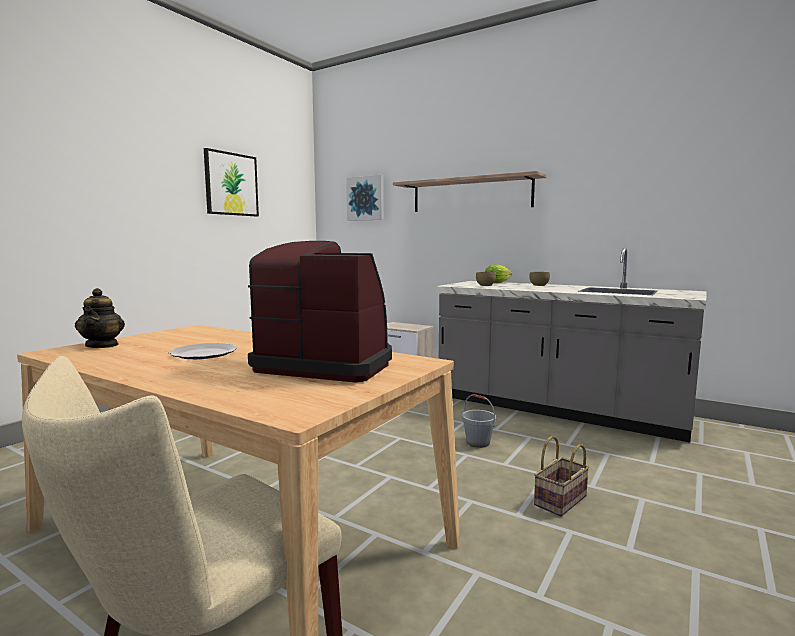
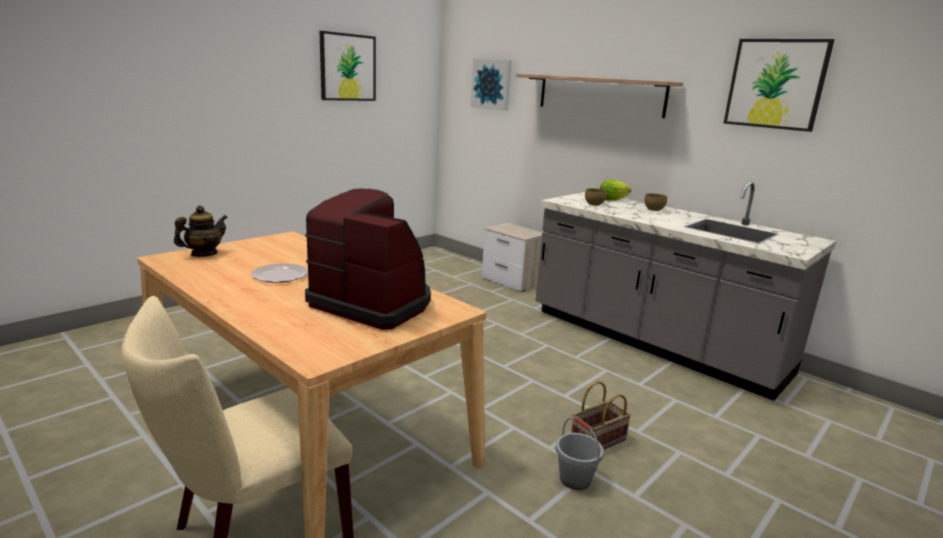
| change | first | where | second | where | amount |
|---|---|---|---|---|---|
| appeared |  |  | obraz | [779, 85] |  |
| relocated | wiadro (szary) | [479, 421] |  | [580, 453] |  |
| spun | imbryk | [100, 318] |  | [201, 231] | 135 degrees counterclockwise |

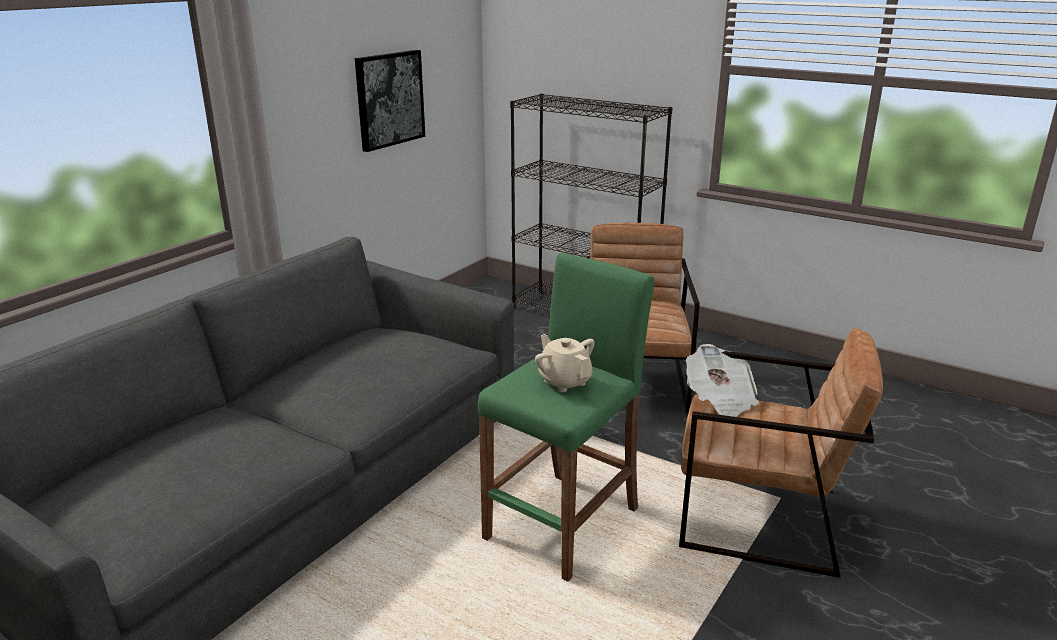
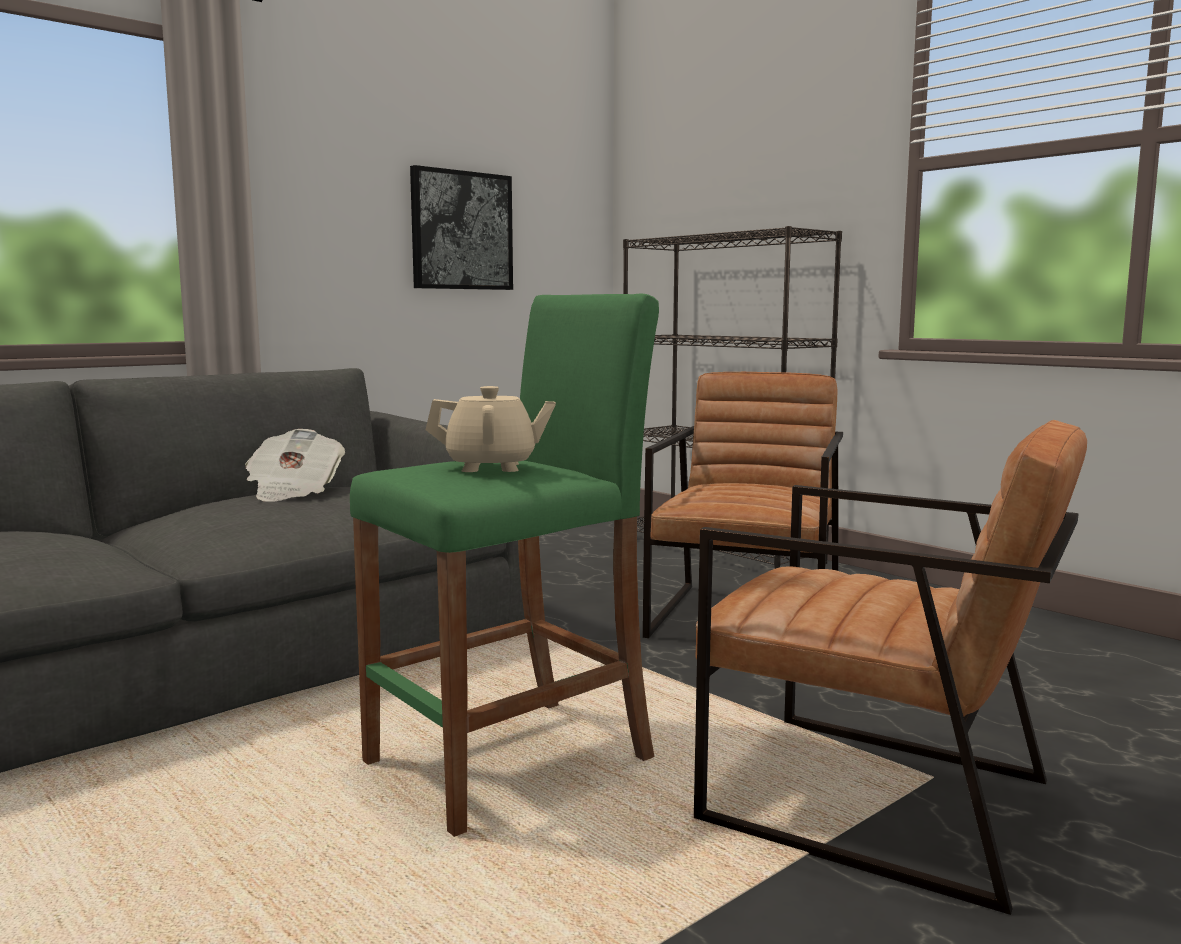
| change | first | where | second | where | amount |
|---|---|---|---|---|---|
| relocated | gazeta | [722, 380] |  | [295, 465] |  |
| spun | imbryk (beżowy) | [565, 363] |  | [490, 429] | 105 degrees clockwise |

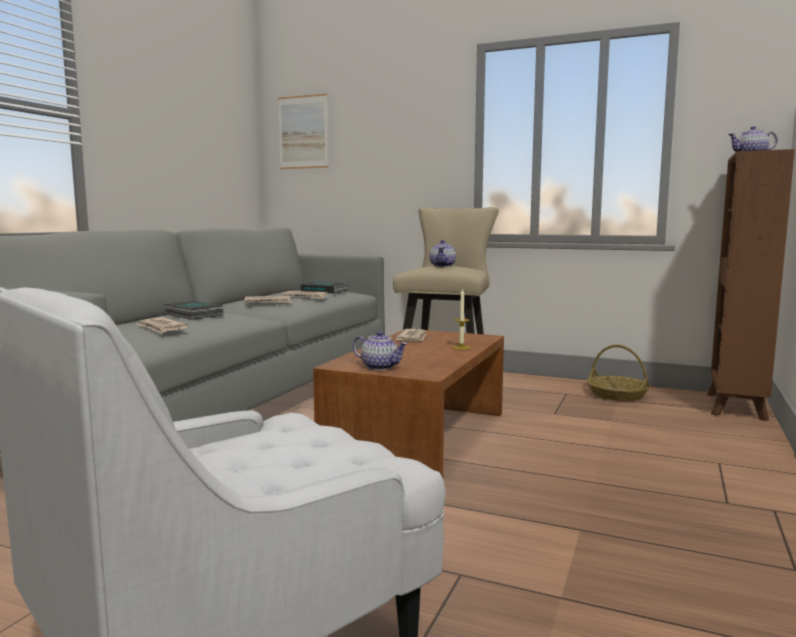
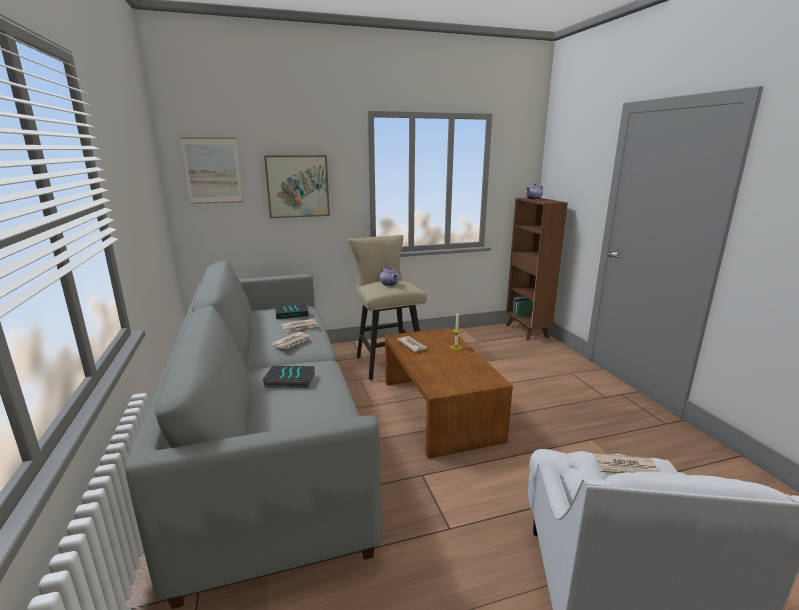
| change | first | where | second | where | amount |
|---|---|---|---|---|---|
| missing | imbryk | [380, 350] |  |  |  |
| missing | koszyk | [618, 373] |  |  |  |
| appeared |  |  | obraz | [297, 186] |  |
| relocated | gazeta | [162, 325] |  | [626, 464] |  |

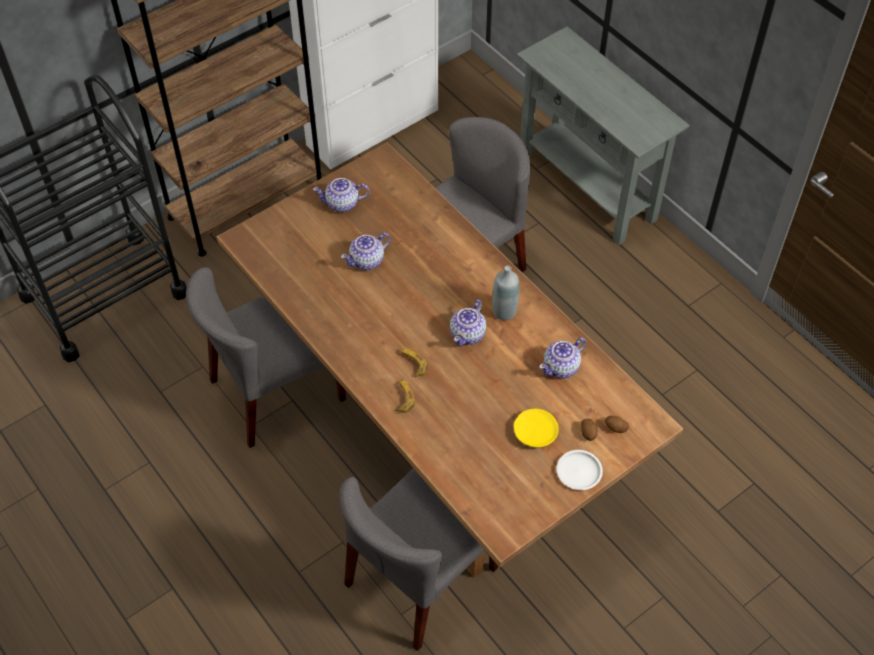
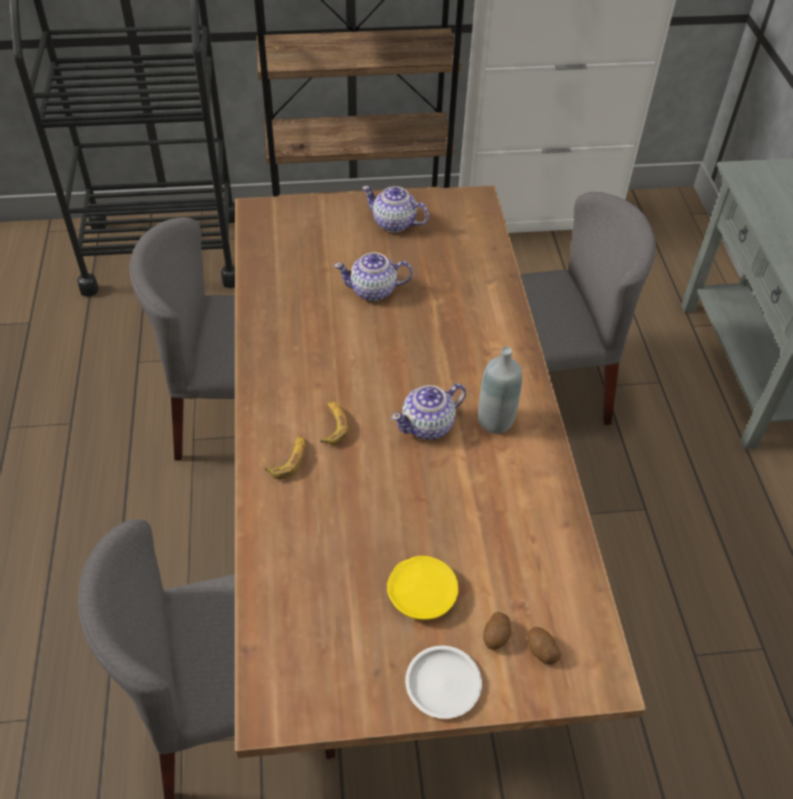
| change | first | where | second | where | amount |
|---|---|---|---|---|---|
| missing | imbryk | [562, 358] |  |  |  |

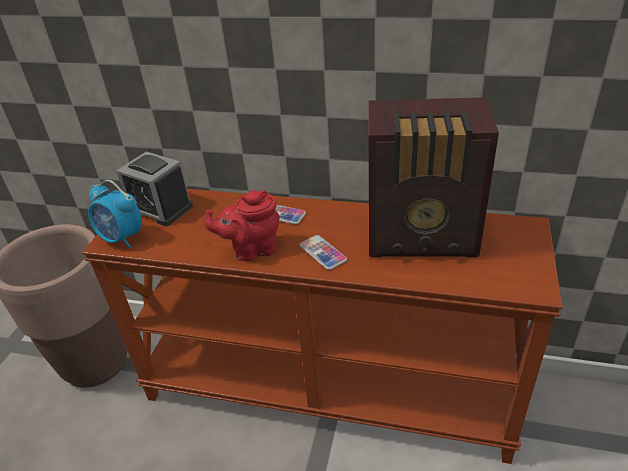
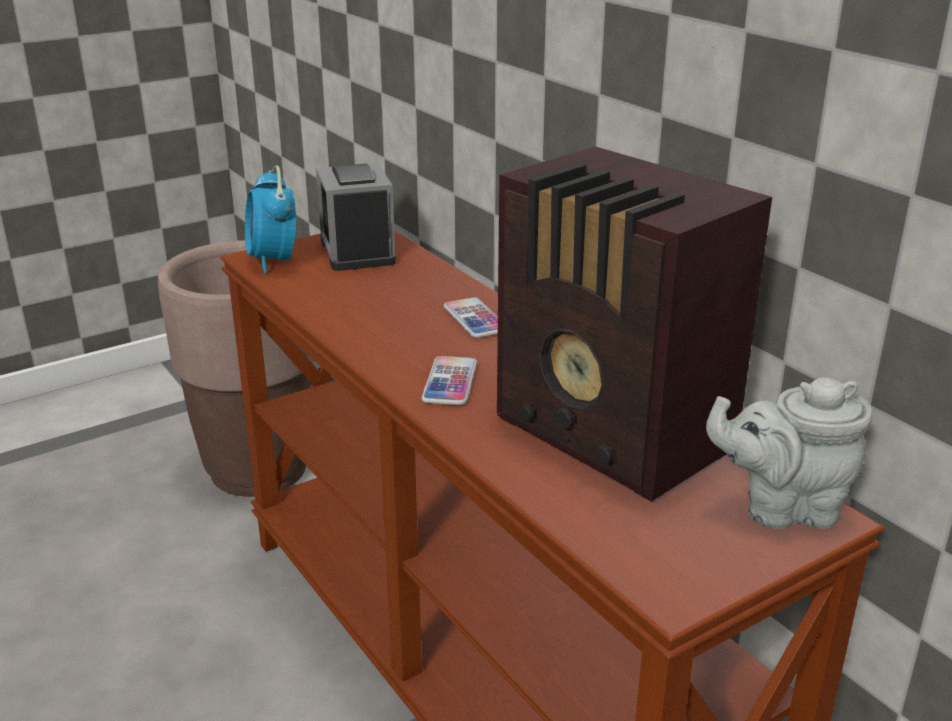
| change | first | where | second | where | amount |
|---|---|---|---|---|---|
| missing | imbryk (czerwony) | [242, 225] |  |  |  |
| appeared |  |  | imbryk (szary) | [789, 453] |  |

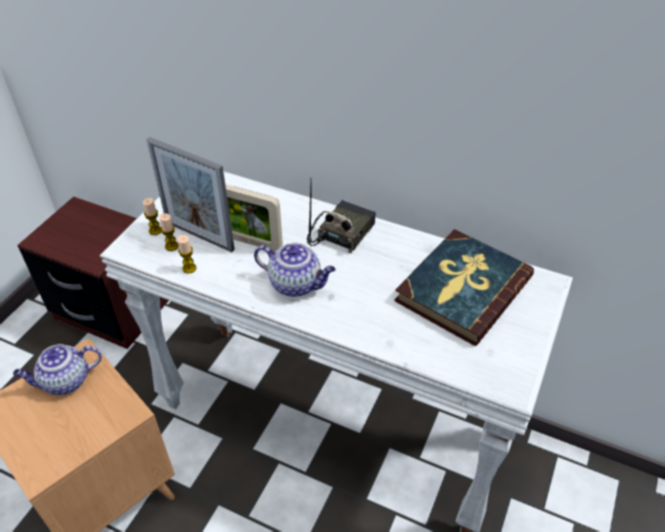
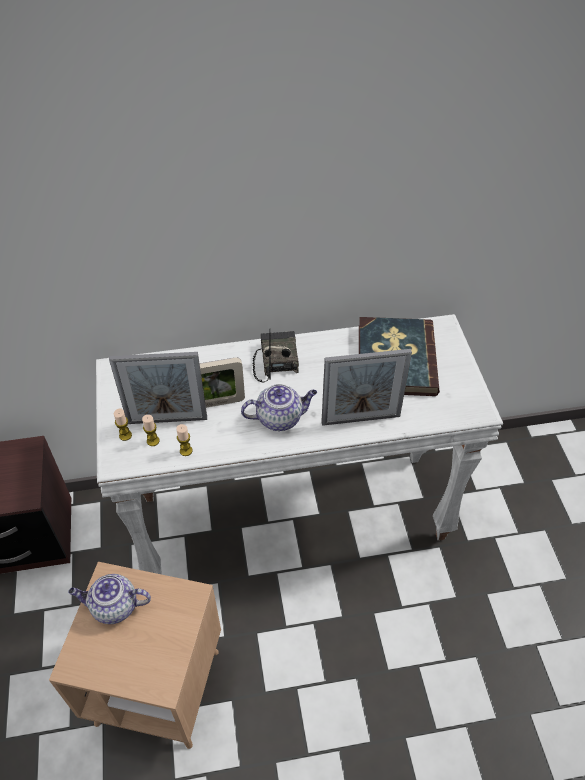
| change | first | where | second | where | amount |
|---|---|---|---|---|---|
| appeared |  |  | ramka na zdjęcie | [366, 387] |  |
| spun | imbryk | [57, 369] |  | [109, 599] | 60 degrees clockwise |

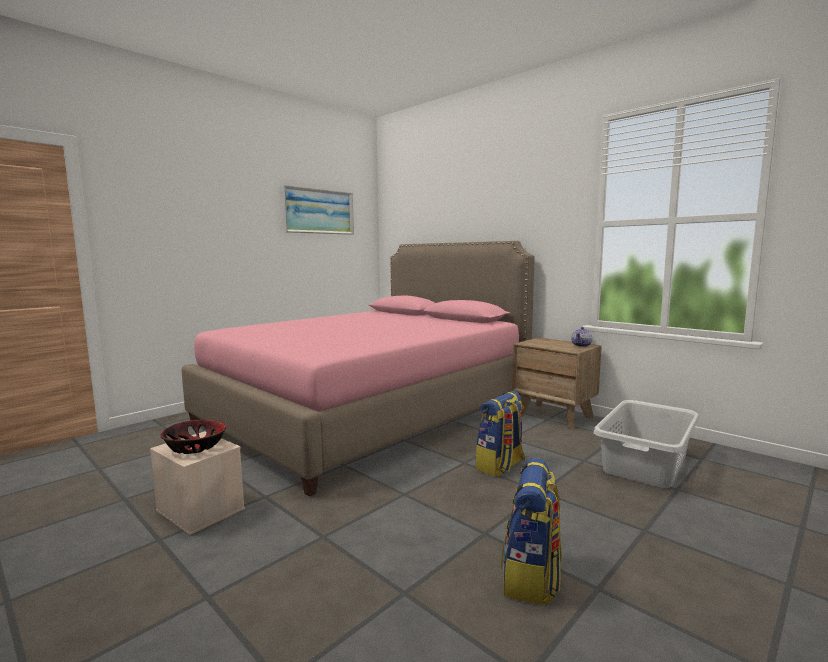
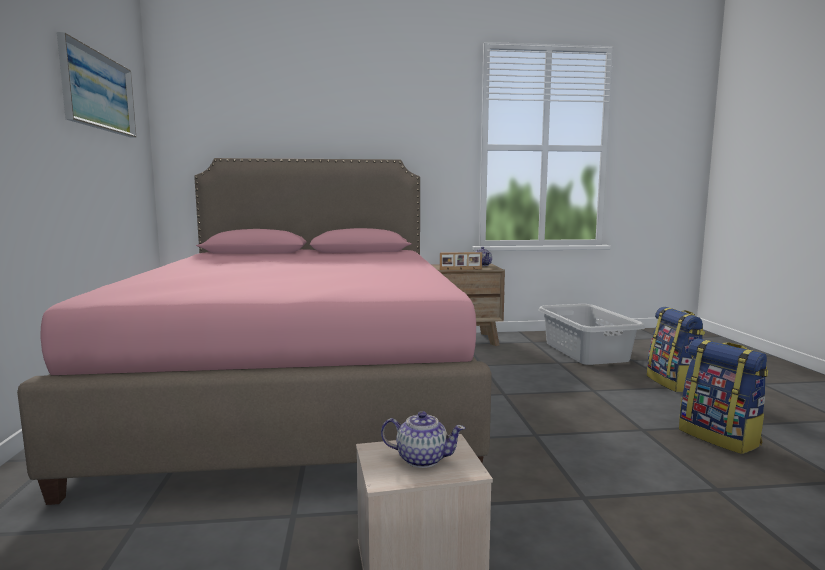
| change | first | where | second | where | amount |
|---|---|---|---|---|---|
| appeared |  |  | ramka na zdjęcie | [461, 261] |  |
| relocated | plecak | [500, 434] |  | [676, 349] |  |
| exchanged | miska | [193, 437] | imbryk | [423, 439] |  |

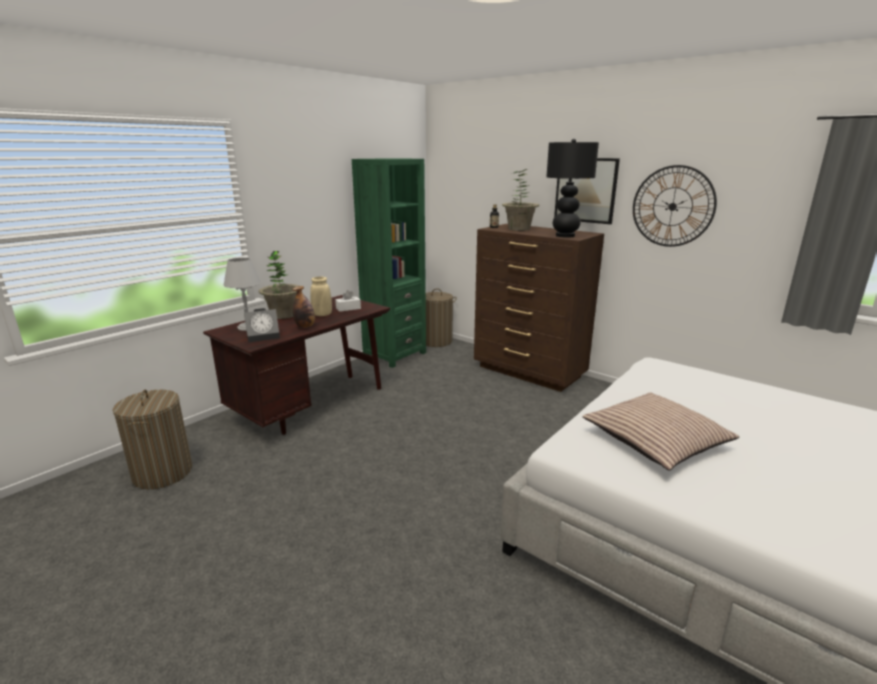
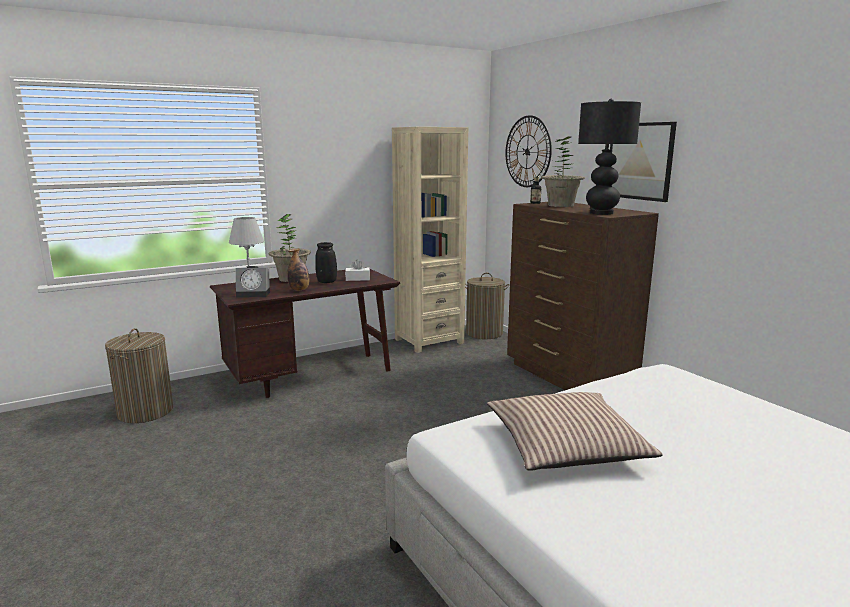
| change | first | where | second | where | amount |
|---|---|---|---|---|---|
| relocated | zegar ścienny | [675, 206] |  | [528, 151] |  |
| colour | wazon (beżowy) | [321, 296] | wazon (czarny) | [326, 262] |  |
| colour | regał (zielony) | [389, 263] | regał (beżowy) | [430, 240] |  |

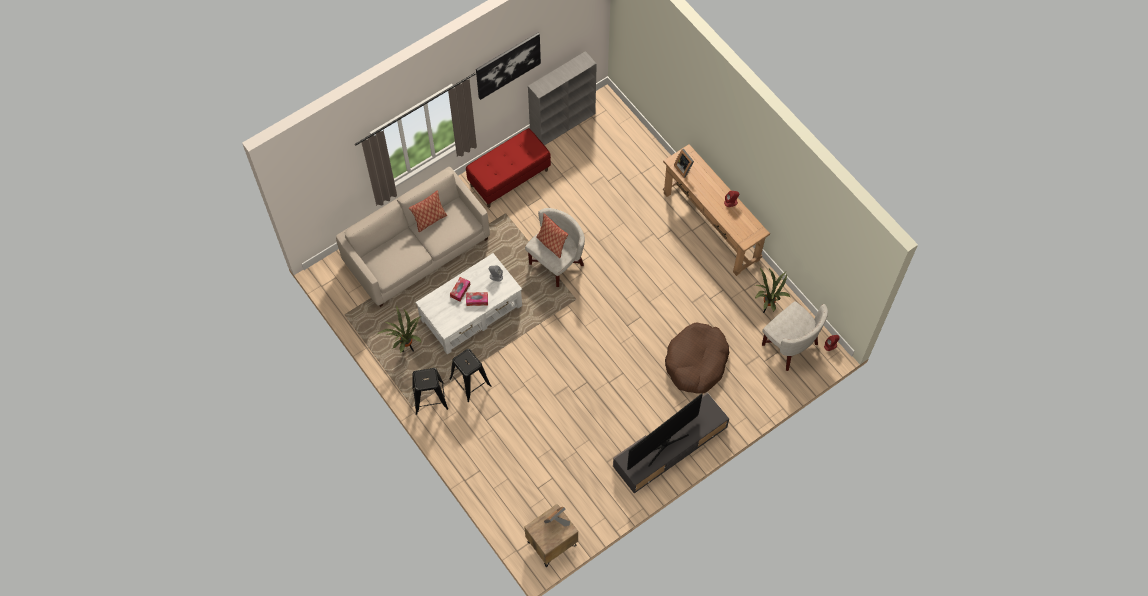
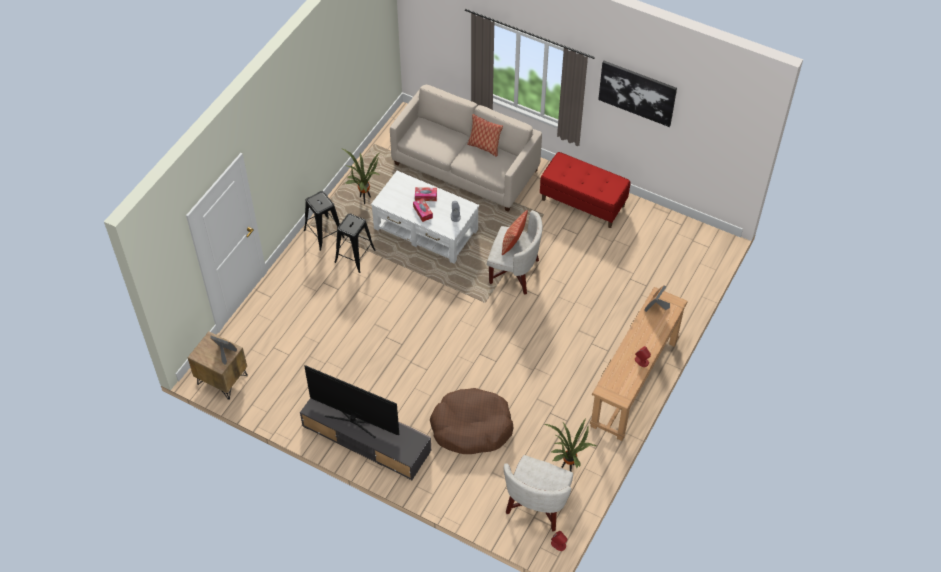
| change | first | where | second | where | amount |
|---|---|---|---|---|---|
| missing | regał (szary) | [562, 98] |  |  |  |

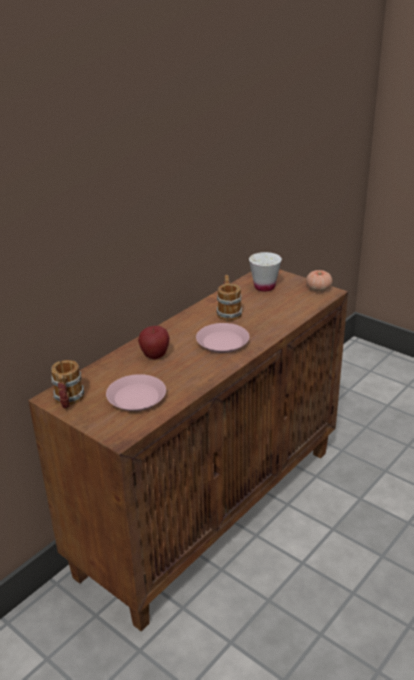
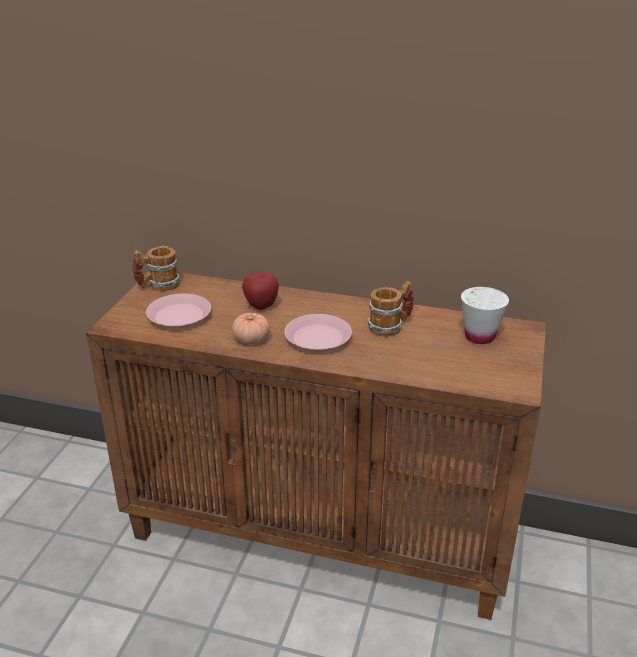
| change | first | where | second | where | amount |
|---|---|---|---|---|---|
| relocated | pomidor | [319, 280] |  | [251, 328] |  |

